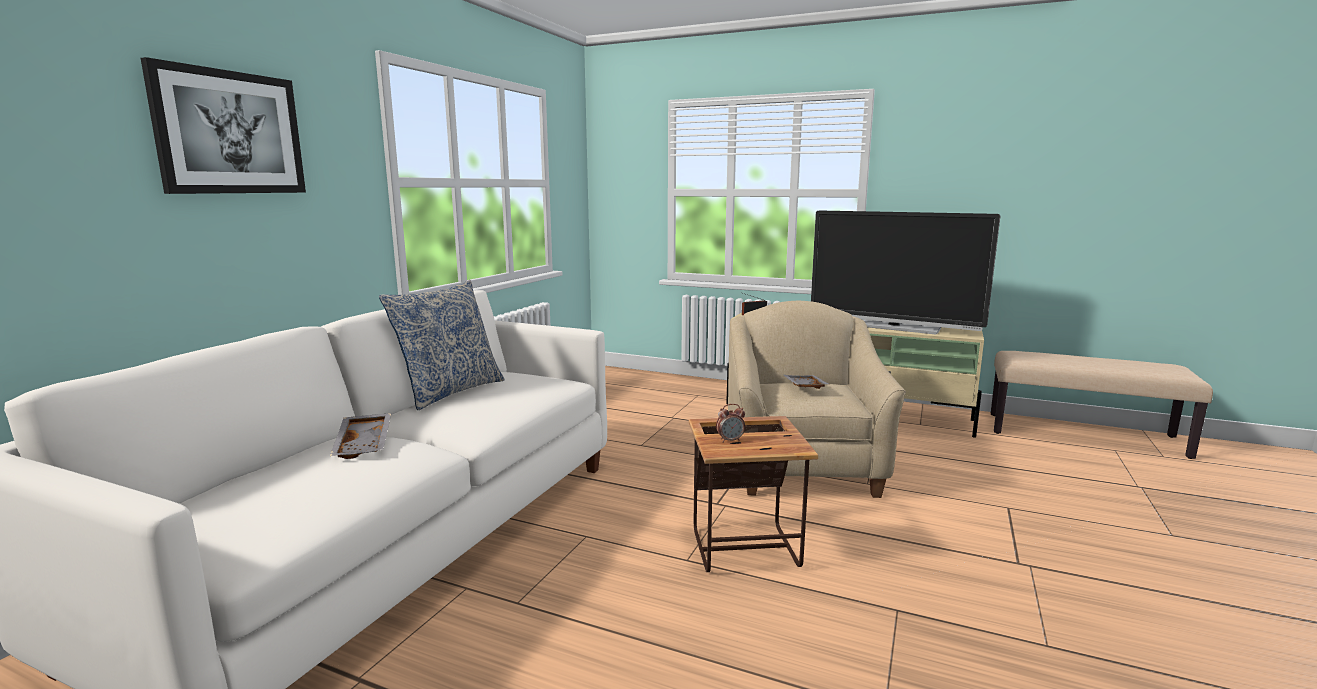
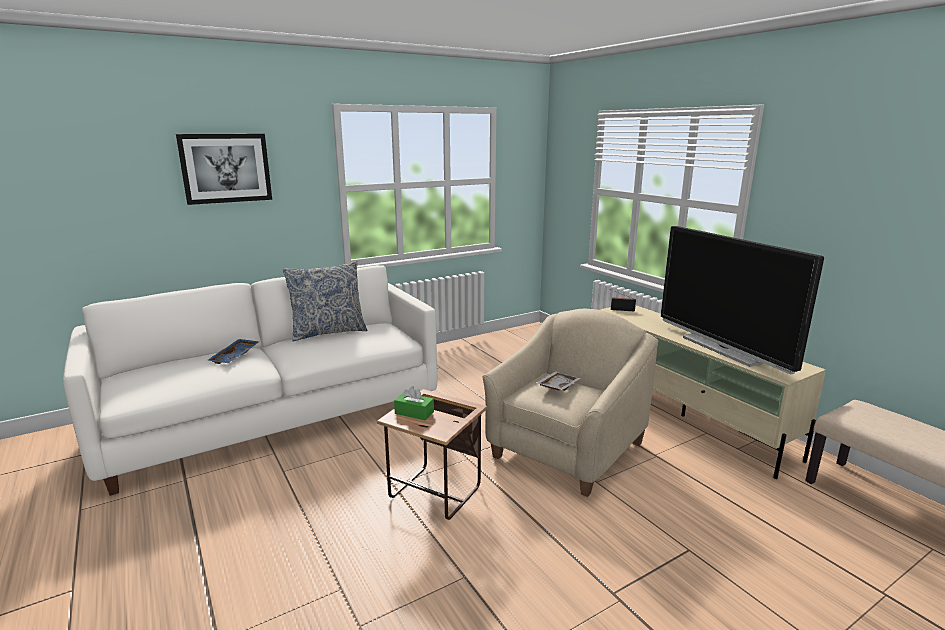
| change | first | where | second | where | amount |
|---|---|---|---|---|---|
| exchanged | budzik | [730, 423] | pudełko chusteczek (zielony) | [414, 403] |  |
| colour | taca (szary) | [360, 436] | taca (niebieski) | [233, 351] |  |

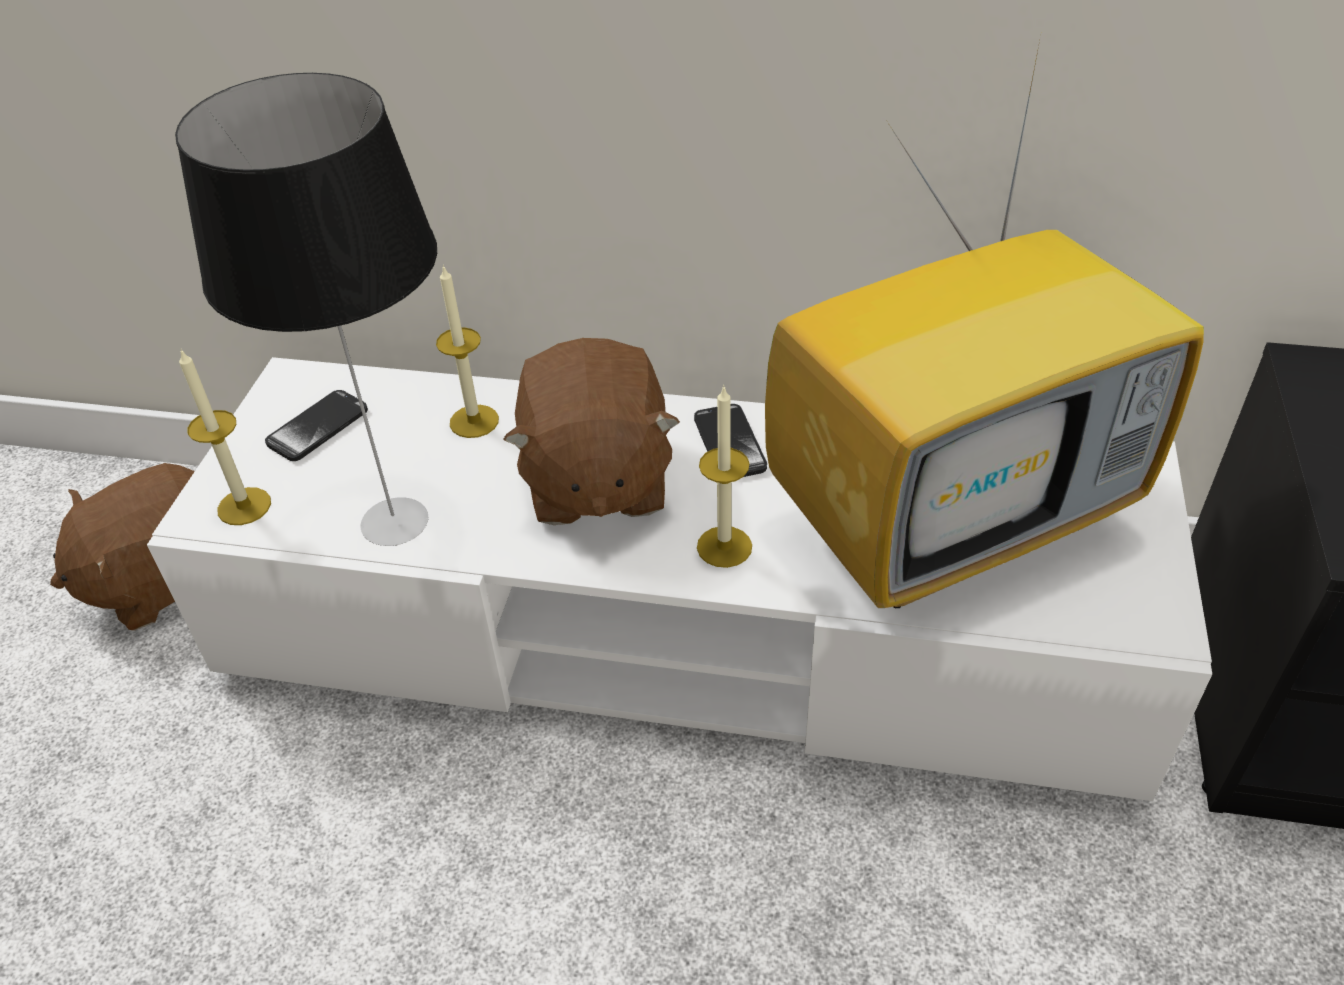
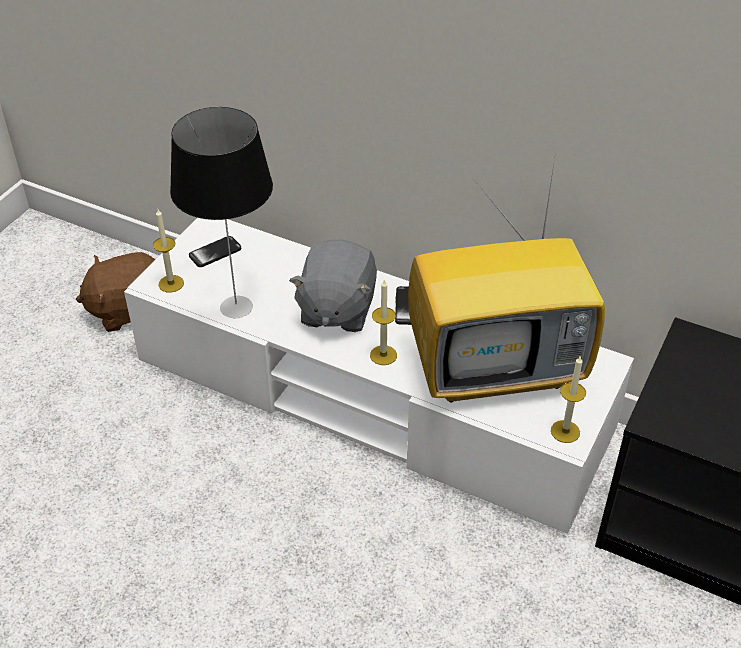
| change | first | where | second | where | amount |
|---|---|---|---|---|---|
| relocated | świeca | [467, 351] |  | [568, 399] |  |
| colour | pluszak (brązowy) | [591, 431] | pluszak (szary) | [333, 286] |  |

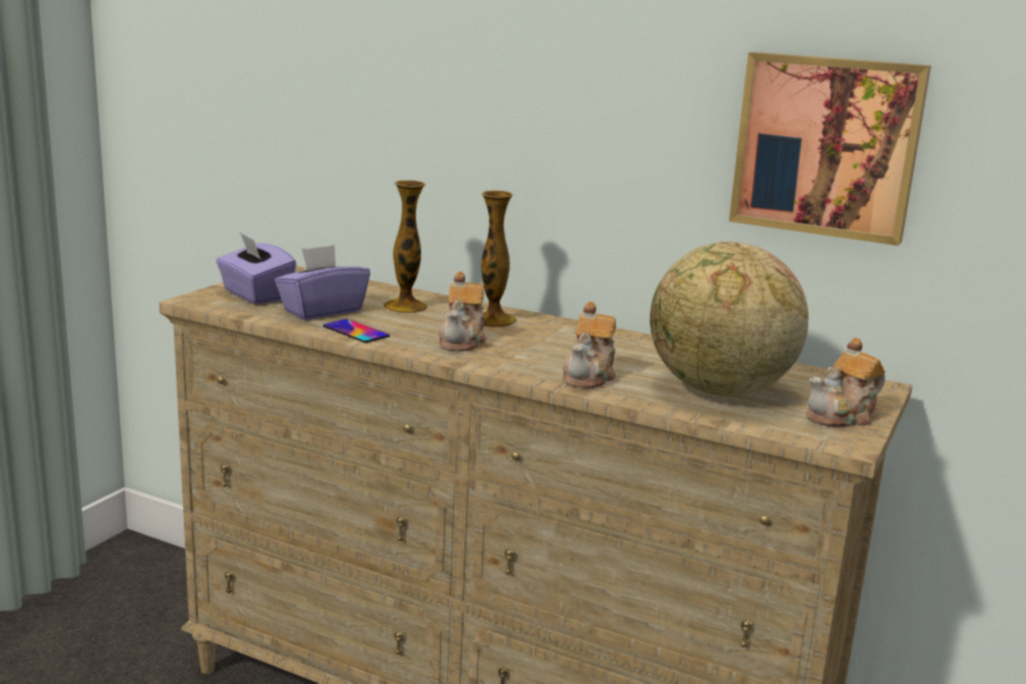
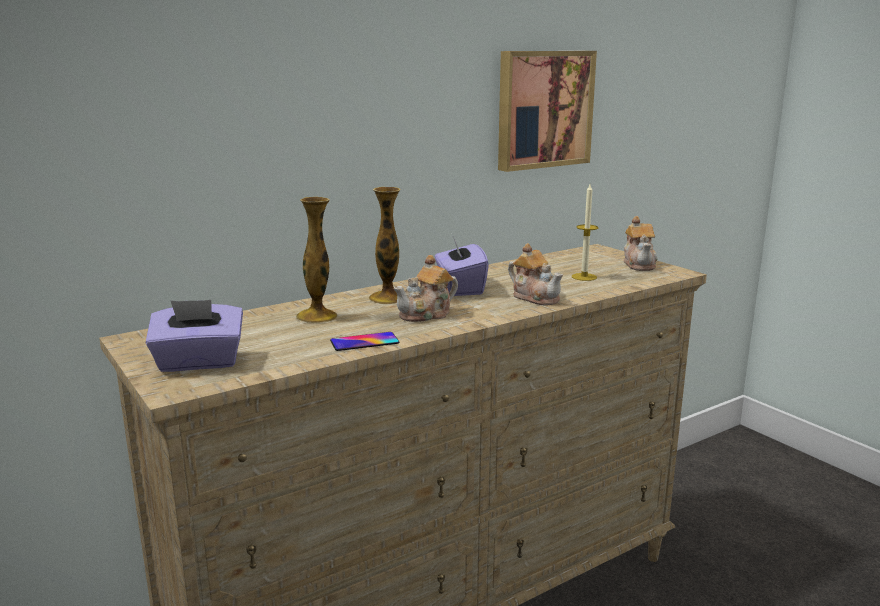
| change | first | where | second | where | amount |
|---|---|---|---|---|---|
| relocated | pudełko chusteczek (fioletowy) | [322, 282] |  | [462, 265] |  |
| exchanged | globus | [729, 319] | świeca | [585, 232] |  |
| spun | imbryk | [463, 311] |  | [425, 288] | 105 degrees clockwise |

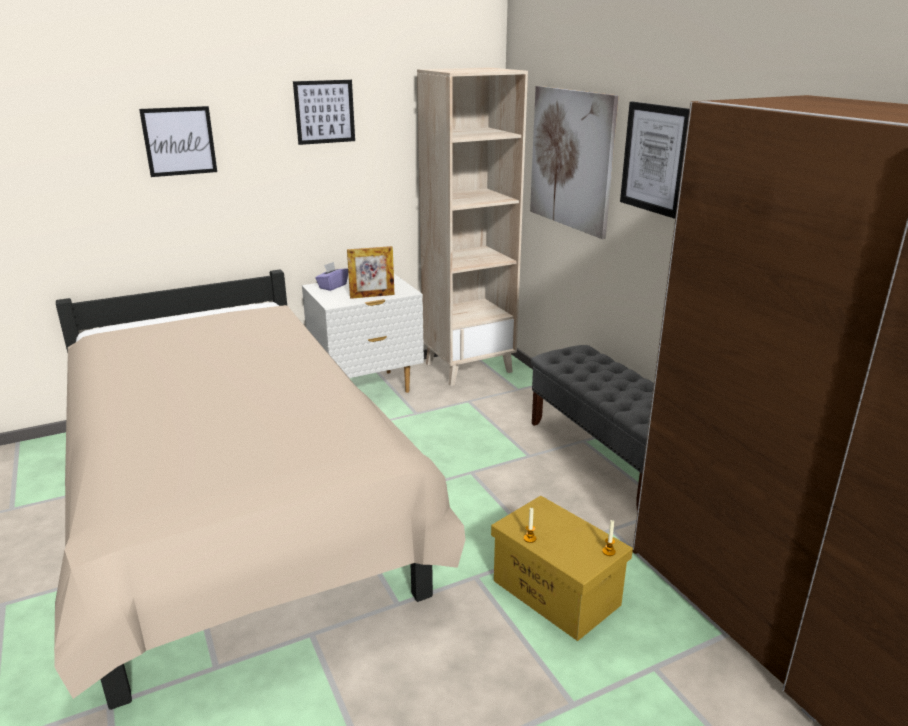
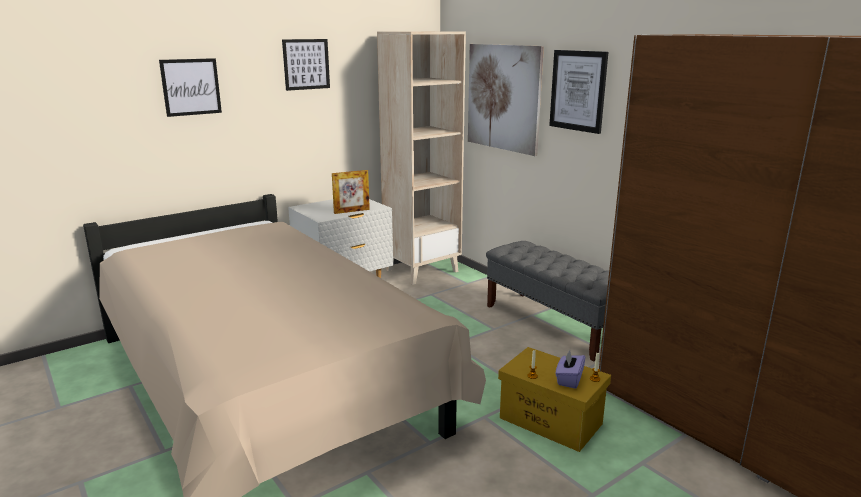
| change | first | where | second | where | amount |
|---|---|---|---|---|---|
| relocated | pudełko chusteczek (fioletowy) | [331, 276] |  | [570, 369] |  |

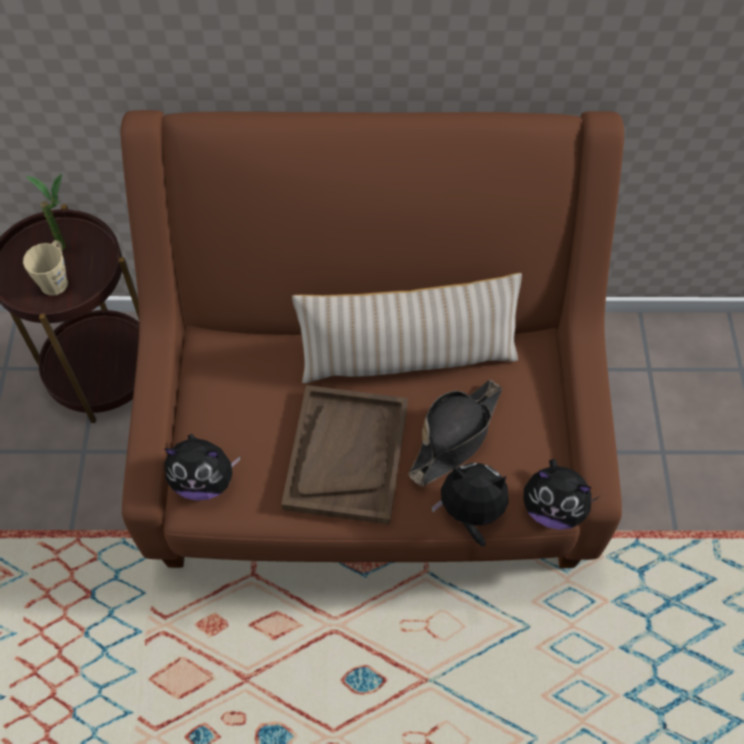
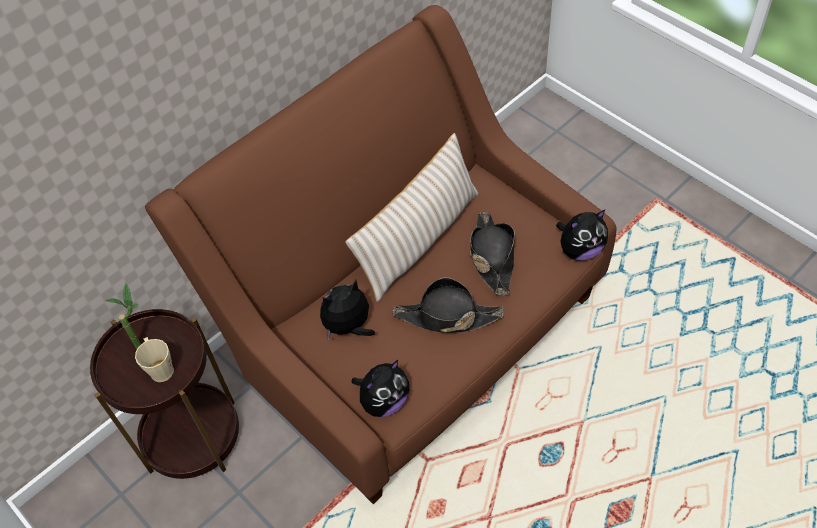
| change | first | where | second | where | amount |
|---|---|---|---|---|---|
| relocated | pluszak | [470, 505] |  | [347, 310] |  |
| exchanged | taca (brązowy) | [344, 455] | kapelusz (czarny) | [448, 305] |  |

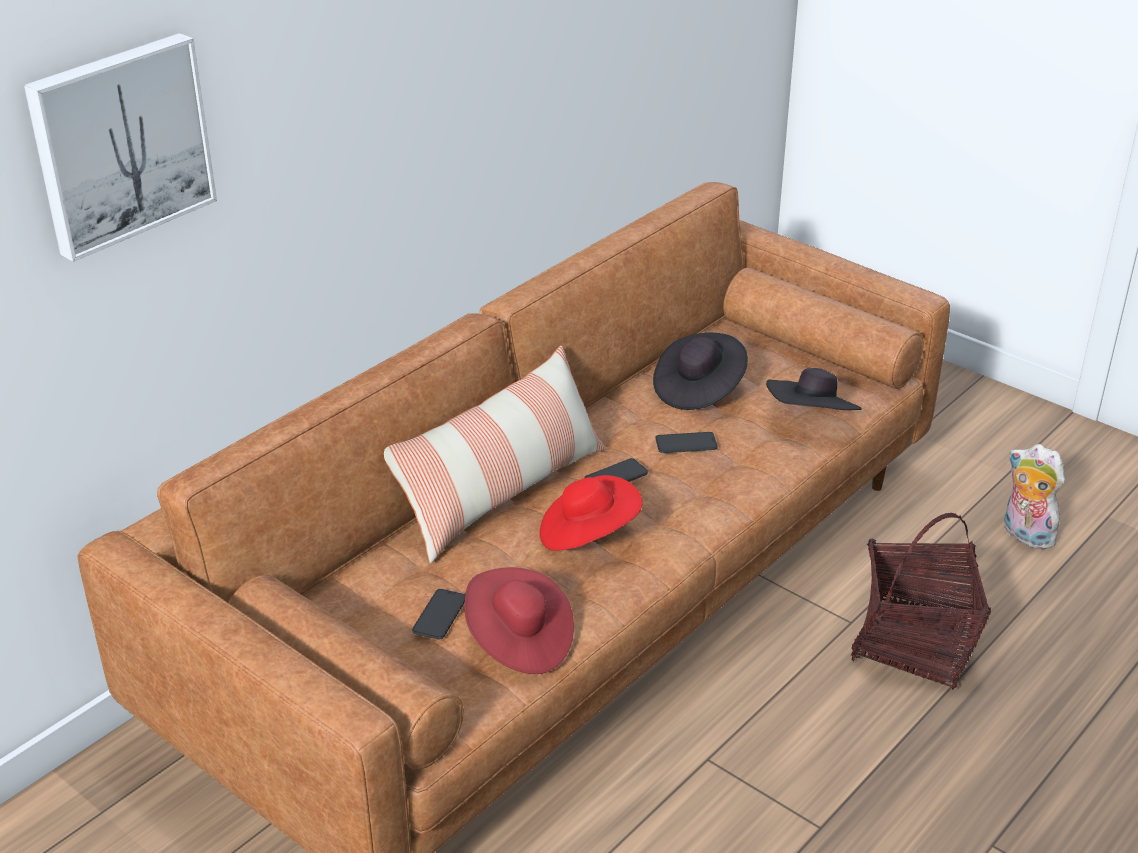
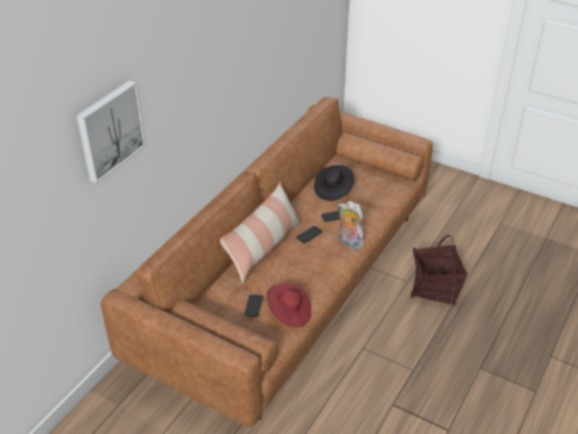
| change | first | where | second | where | amount |
|---|---|---|---|---|---|
| missing | kapelusz (czerwony) | [591, 513] |  |  |  |
| missing | kapelusz (czarny) | [814, 389] |  |  |  |
| relocated | pluszak | [1034, 497] |  | [351, 225] |  |

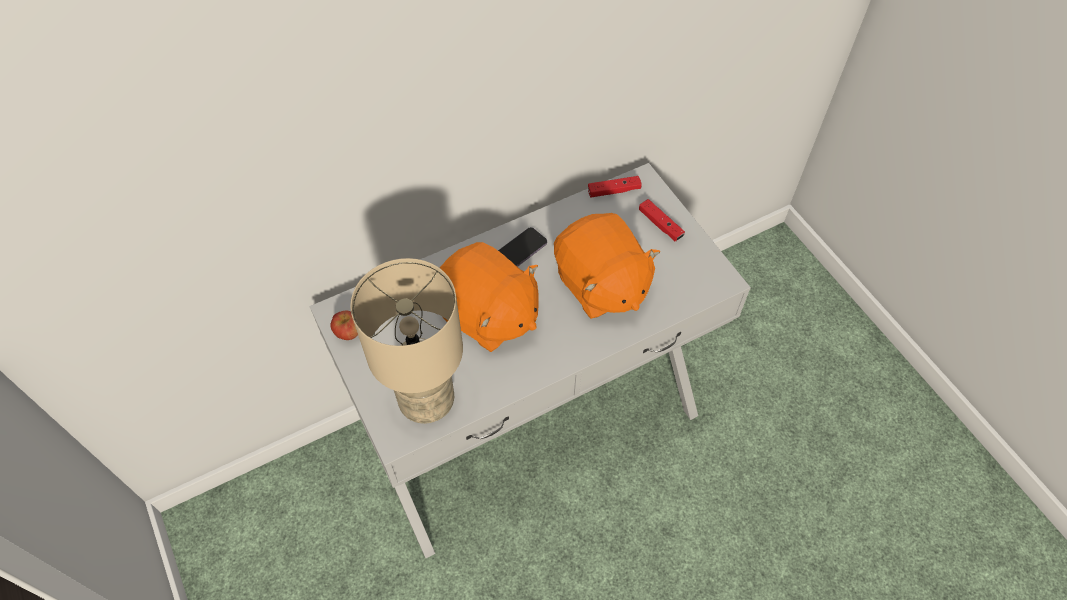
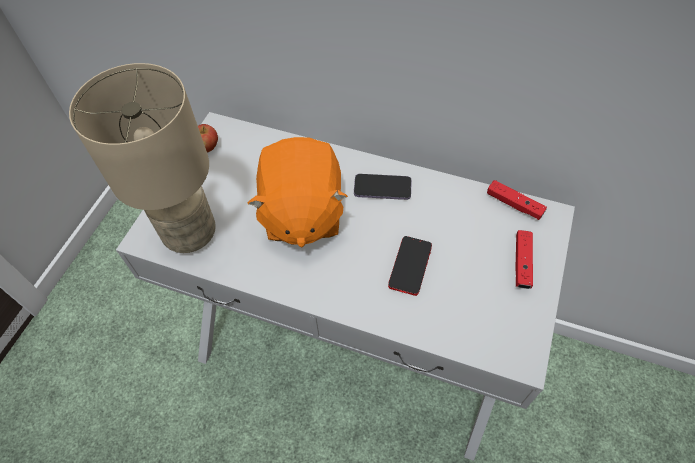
| change | first | where | second | where | amount |
|---|---|---|---|---|---|
| exchanged | pluszak (pomarańczowy) | [607, 266] | telefon | [410, 266] |  |

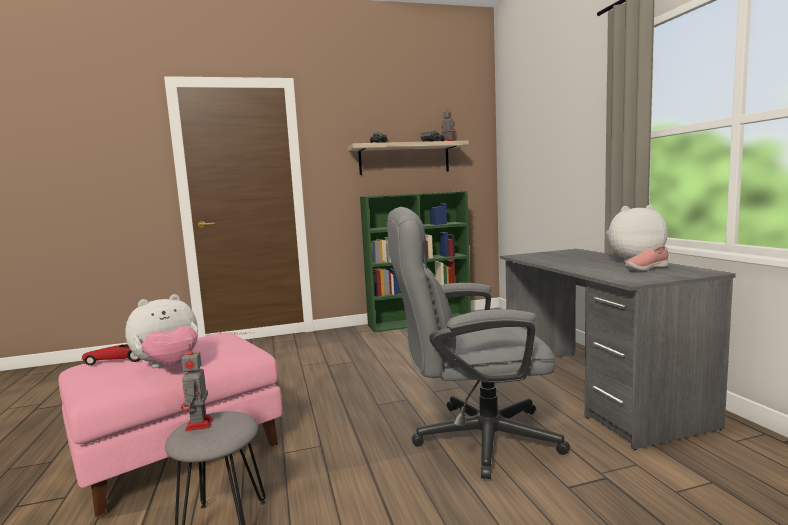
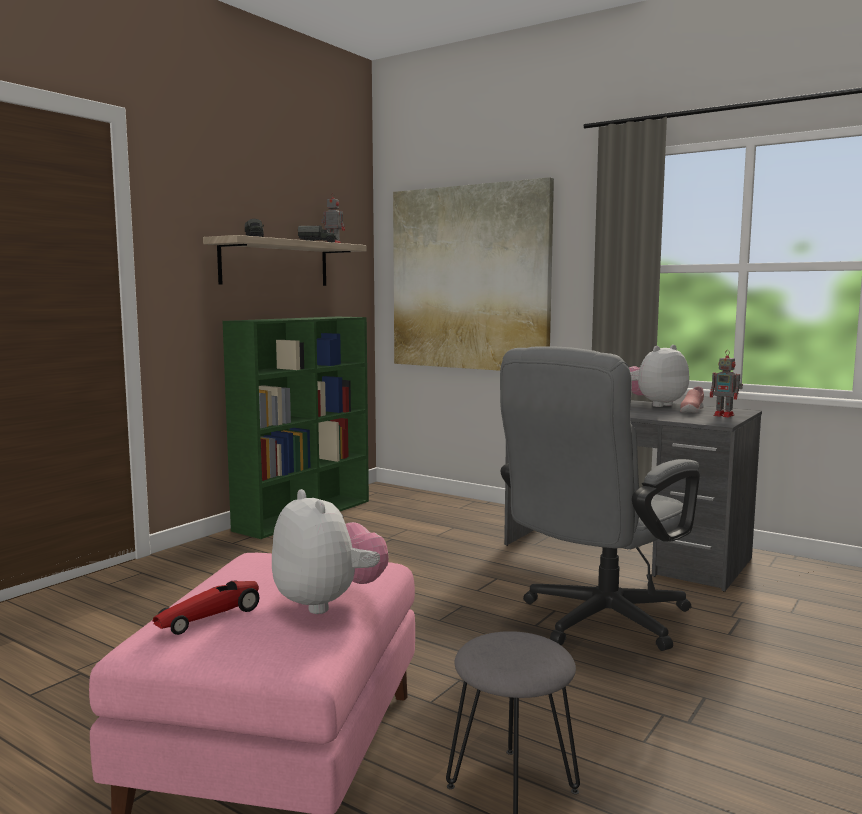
| change | first | where | second | where | amount |
|---|---|---|---|---|---|
| appeared |  |  | obraz | [473, 274] |  |
| relocated | robot zabawkowy | [197, 387] |  | [726, 383] |  |
| spun | pluszak | [161, 331] |  | [330, 551] | 45 degrees counterclockwise |

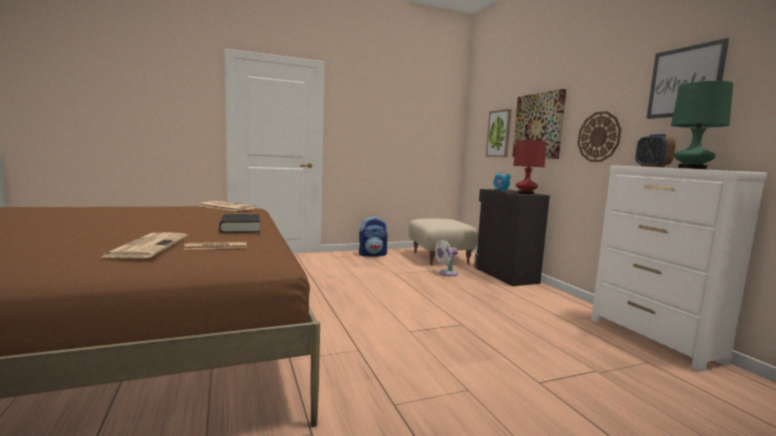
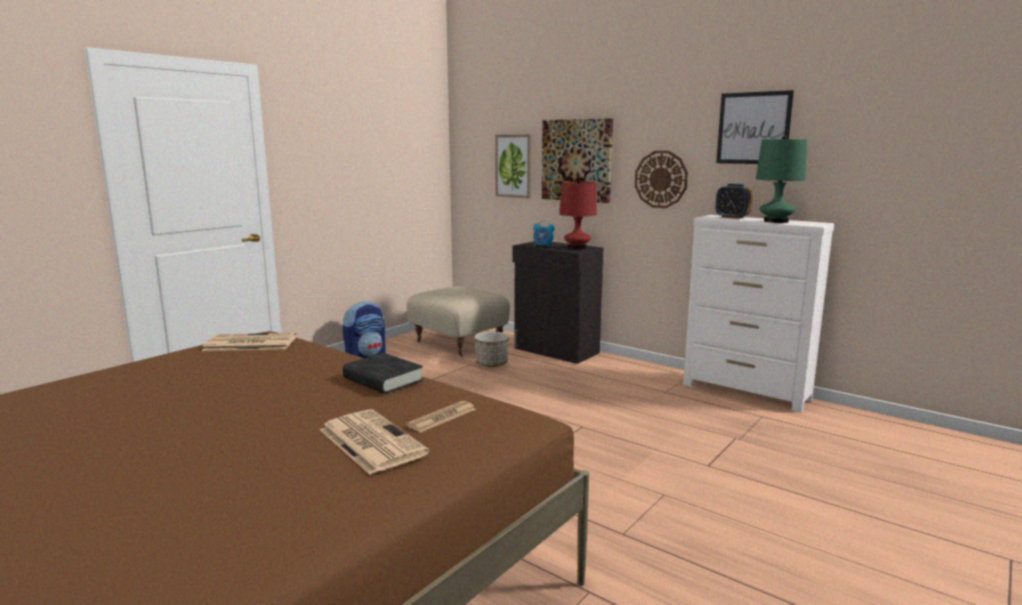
| change | first | where | second | where | amount |
|---|---|---|---|---|---|
| exchanged | wentylator (biały) | [446, 258] | donica | [491, 349] |  |

